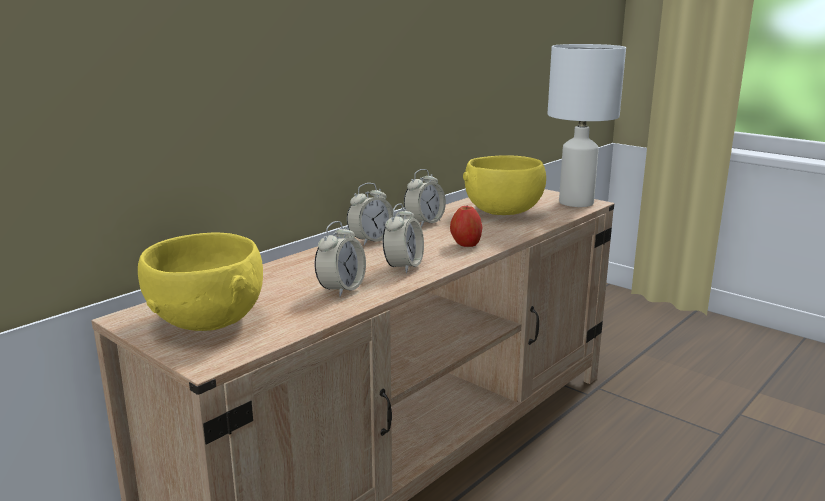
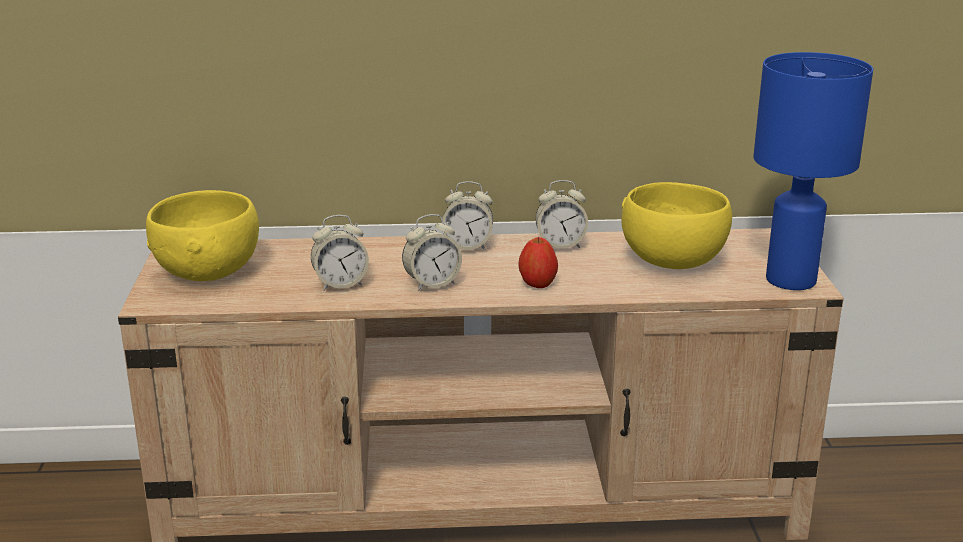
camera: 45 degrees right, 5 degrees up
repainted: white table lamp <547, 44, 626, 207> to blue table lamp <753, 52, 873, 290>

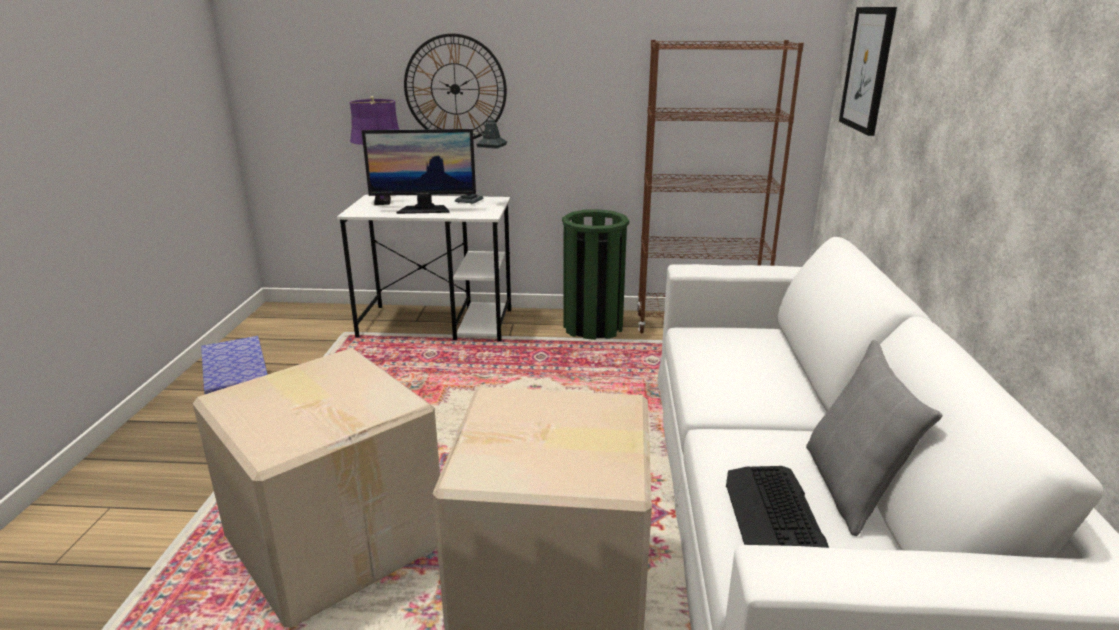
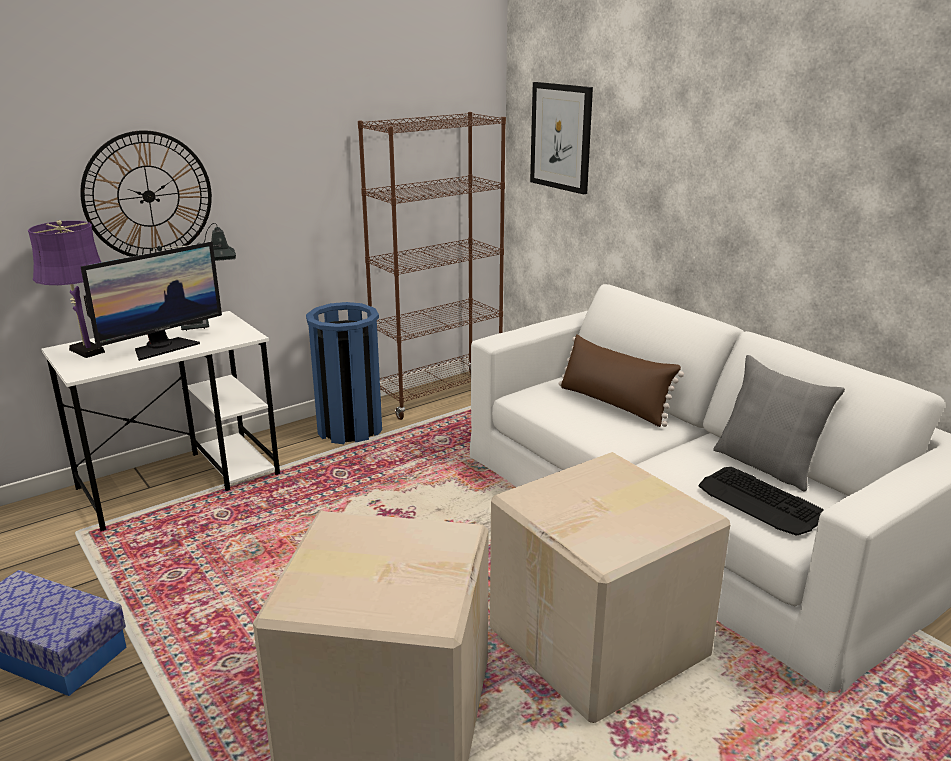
camera: 40 degrees left, 0 degrees up
new: brown pillow <559, 334, 684, 427>
repainted: green trash can <562, 209, 629, 340> to blue trash can <306, 302, 382, 444>

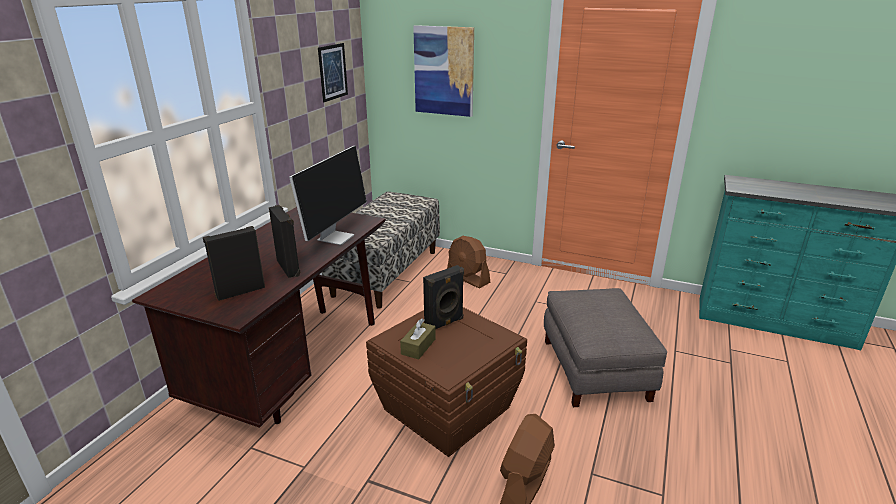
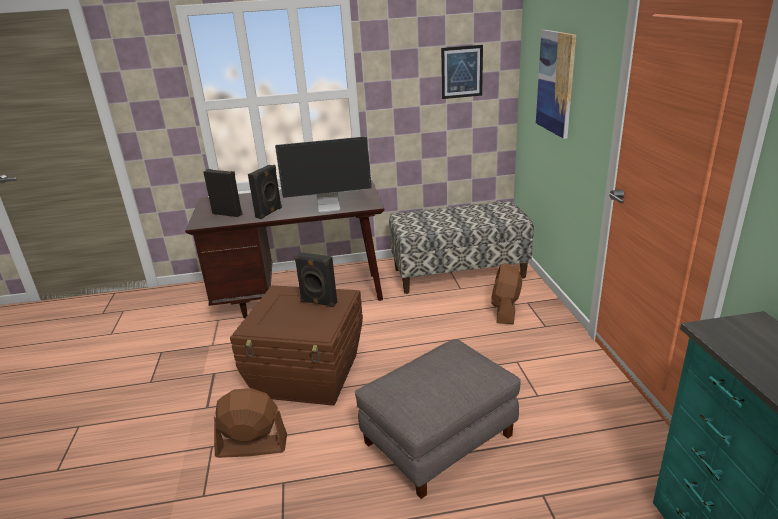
camera: 60 degrees right, 0 degrees up
gone: brown tissue box <400, 319, 436, 360>

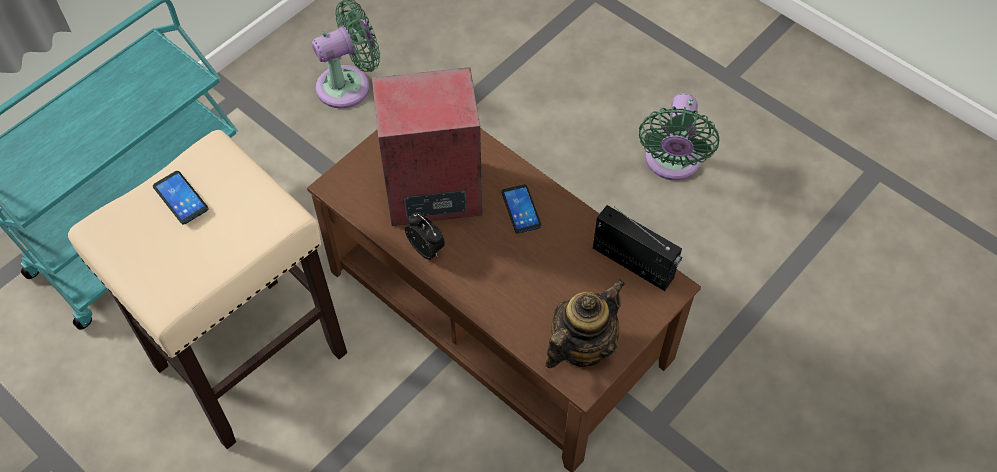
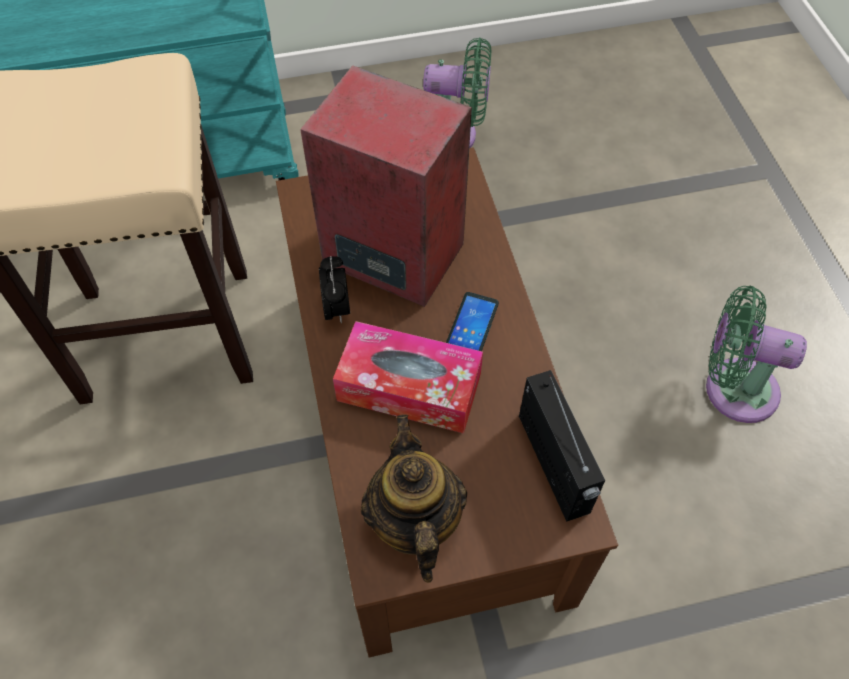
camera: 35 degrees right, 0 degrees up
gone: phone <153, 171, 209, 225>
new: tissue box <333, 321, 483, 433>
rotated: teapot <545, 279, 625, 368> = <361, 415, 467, 583> 90 degrees counterclockwise; green fan <639, 93, 720, 181> = <706, 286, 807, 423> 60 degrees clockwise

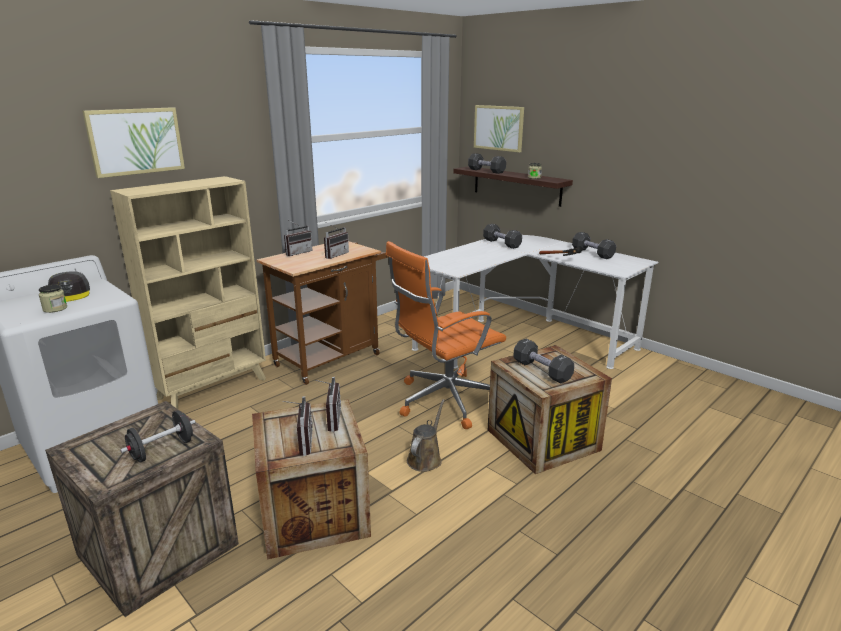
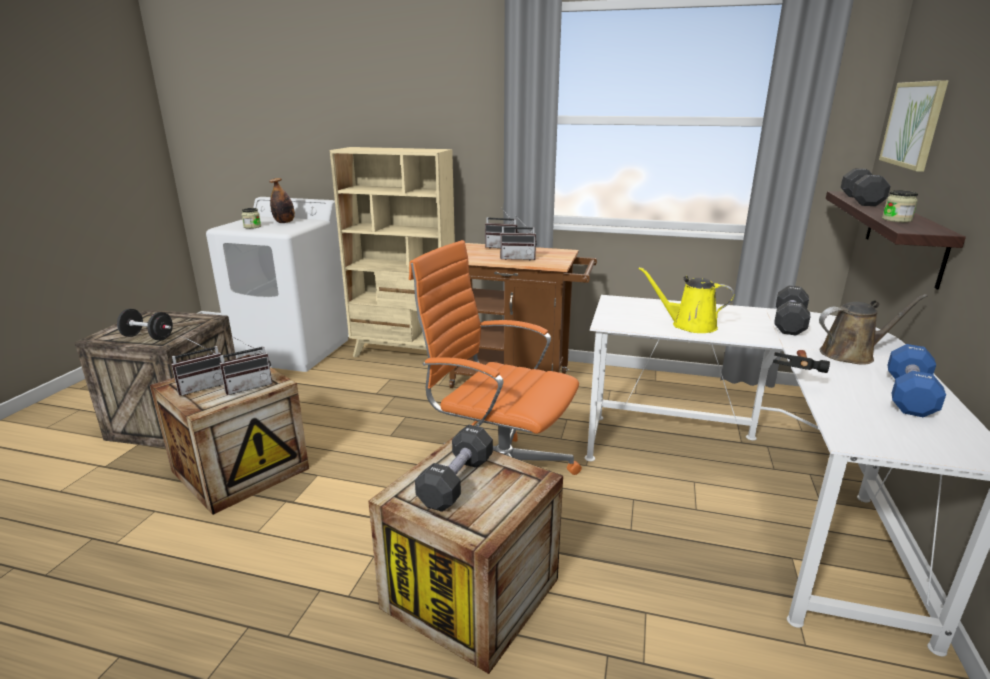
camera: 60 degrees right, 0 degrees up
gone: picture <83, 107, 185, 178>
new: yellow watering can <639, 267, 735, 333>
shifted: brown watering can <407, 399, 445, 472> to <819, 294, 928, 365>
swapped: grey cap <48, 271, 90, 302> to bottle <269, 178, 295, 223>
repainted: black dumbbell <572, 232, 616, 259> to blue dumbbell <888, 344, 946, 417>

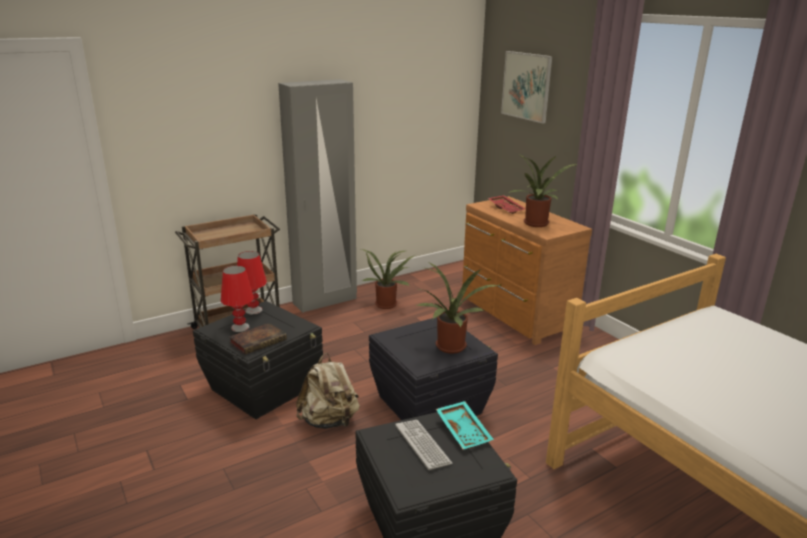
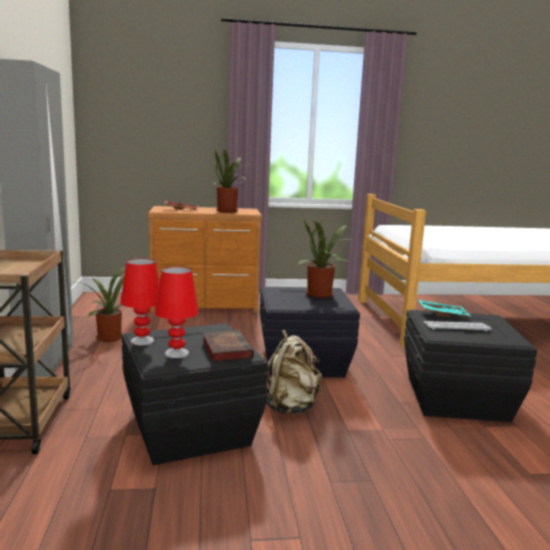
camera: 65 degrees left, 10 degrees down
gone: picture <501, 51, 552, 123>

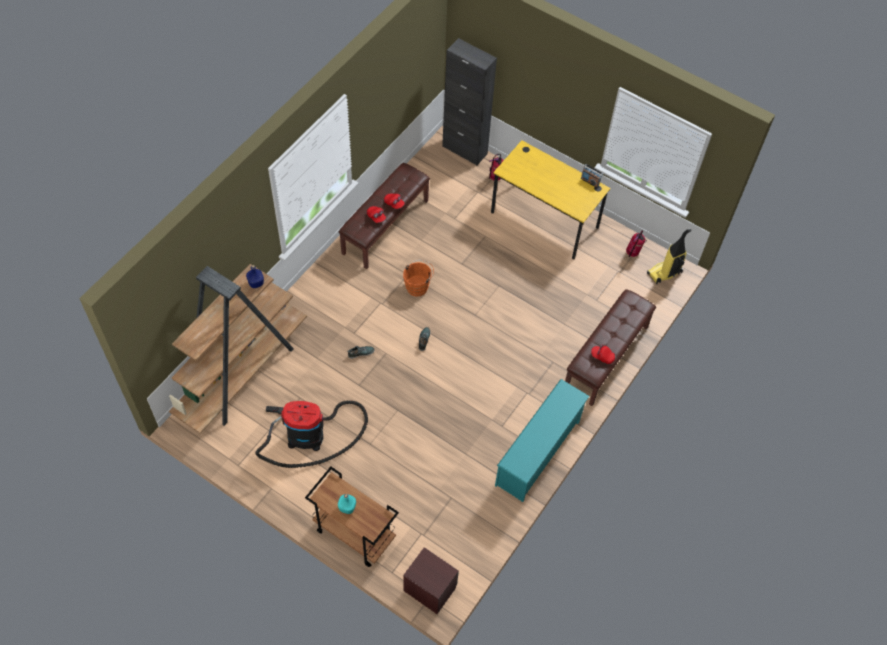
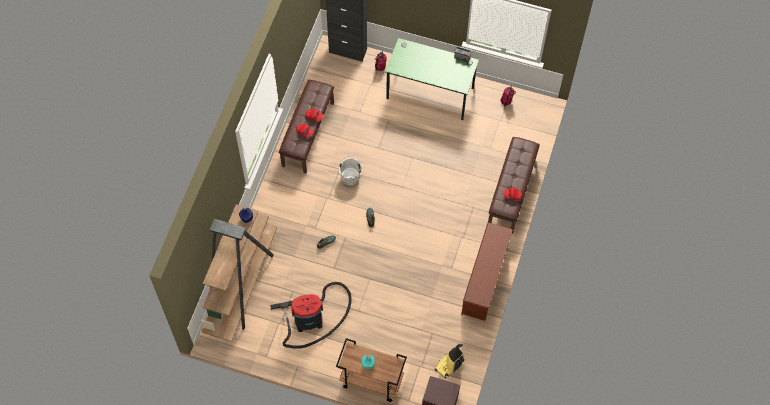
camera: 15 degrees left, 5 degrees up
shifted: vacuum cleaner <647, 229, 691, 284> to <435, 344, 464, 379>
repainted: orange bucket <403, 260, 434, 297> to white bucket <339, 156, 363, 185>; yellow desk <491, 140, 611, 259> to green desk <385, 38, 479, 120>; turquoise shoe rack <495, 379, 589, 502> to brown shoe rack <461, 222, 513, 321>

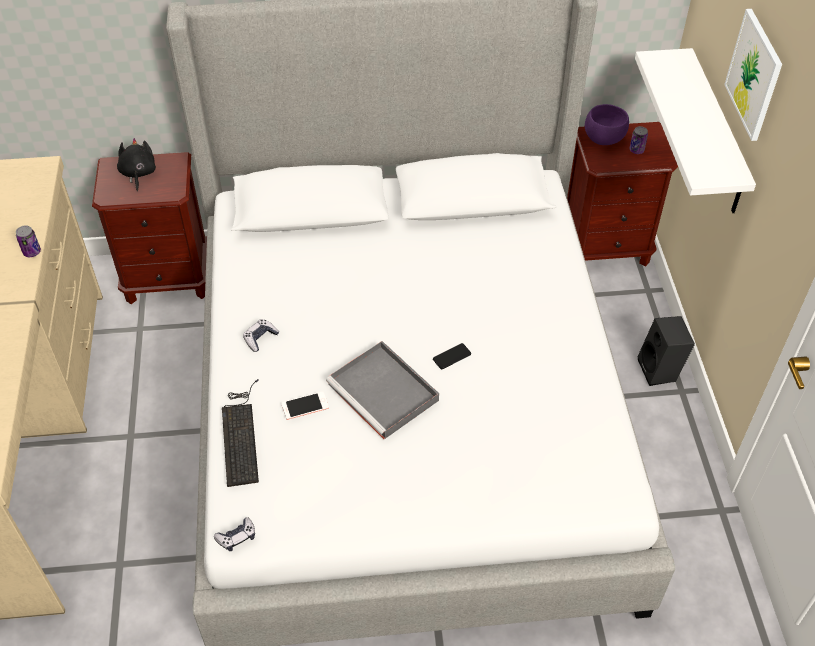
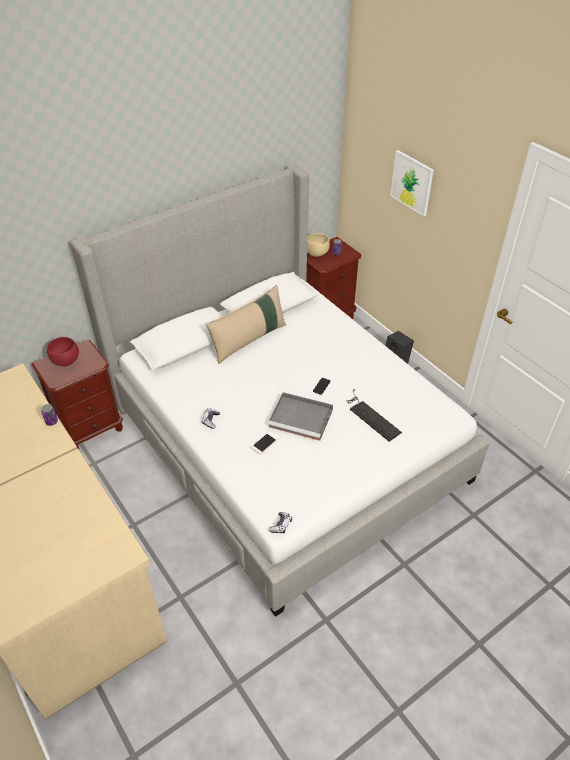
camera: 30 degrees left, 5 degrees down
gone: white shelf <635, 48, 756, 213>
new: beige pillow <206, 285, 286, 364>
shifted: keyboard <222, 379, 259, 487> to <346, 389, 402, 442>
swapped: black plush toy <117, 138, 156, 191> to red bowl <47, 337, 79, 366>
repainted: purple bowl <585, 104, 629, 145> to beige bowl <307, 233, 330, 257>

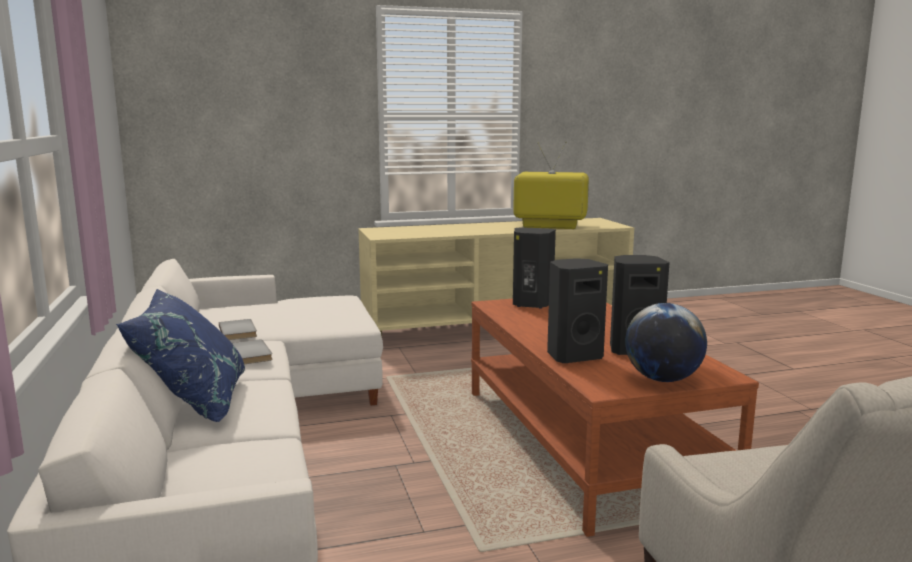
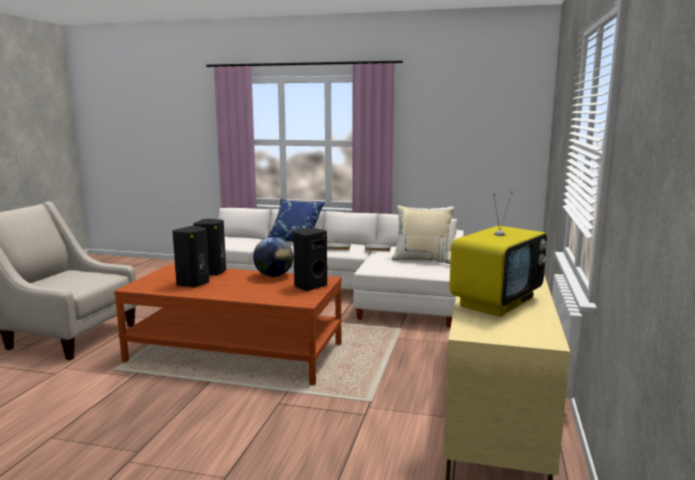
camera: 120 degrees right, 0 degrees up
new: beige pillow <392, 205, 454, 264>
shifted: globe <625, 303, 707, 382> to <253, 237, 293, 277>

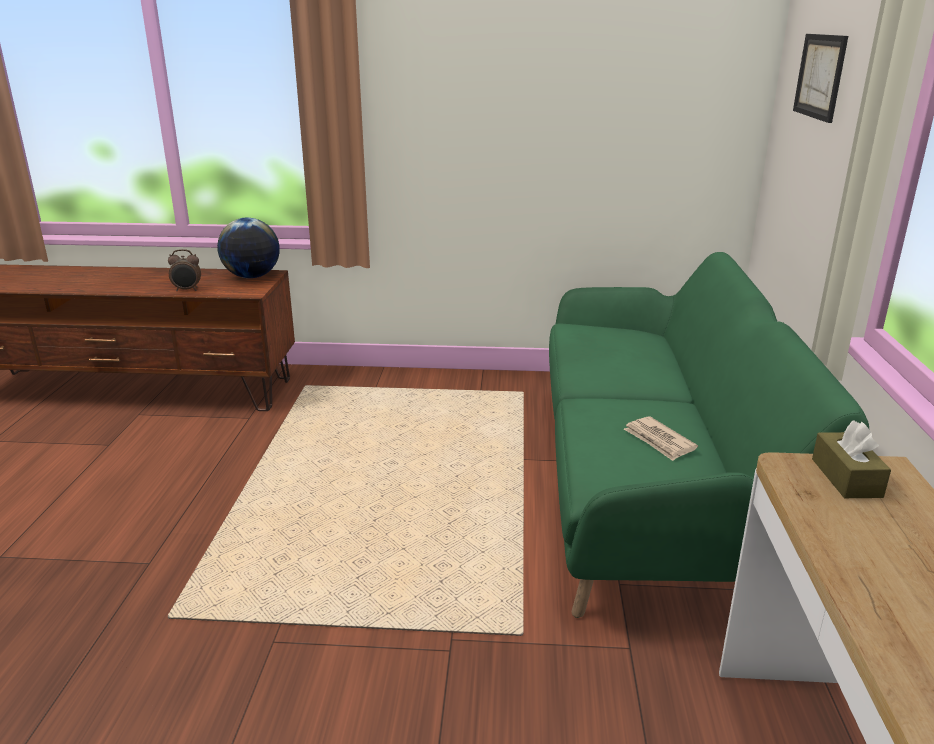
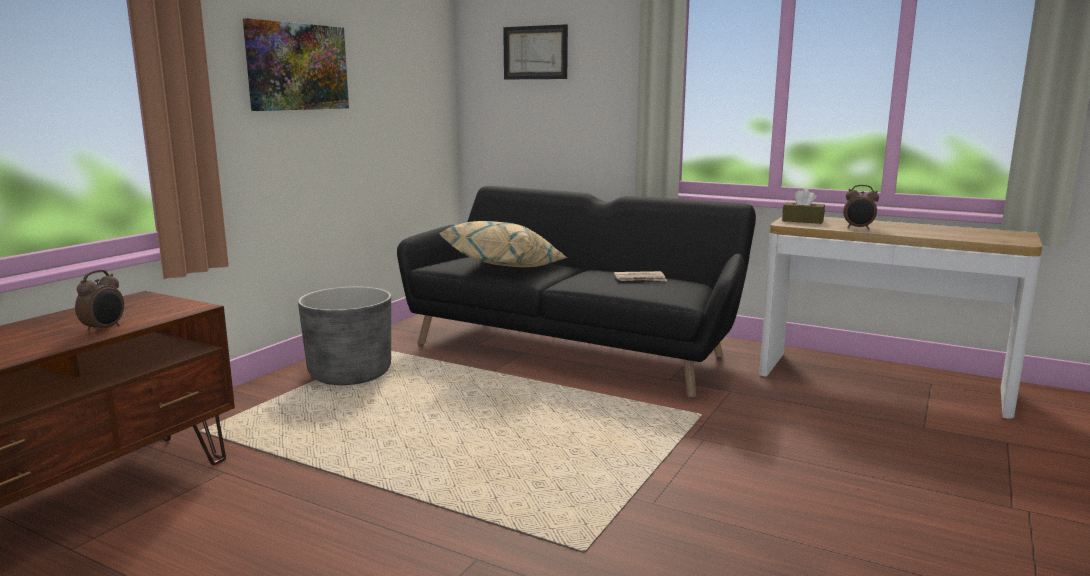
camera: 65 degrees left, 10 degrees down
gone: globe <217, 217, 279, 278>
new: picture <243, 18, 349, 111>; grey planter <298, 286, 391, 385>; beige pillow <439, 221, 568, 267>; alarm clock <843, 185, 879, 230>
repainted: green sofa <549, 252, 869, 618> to black sofa <397, 186, 756, 398>

